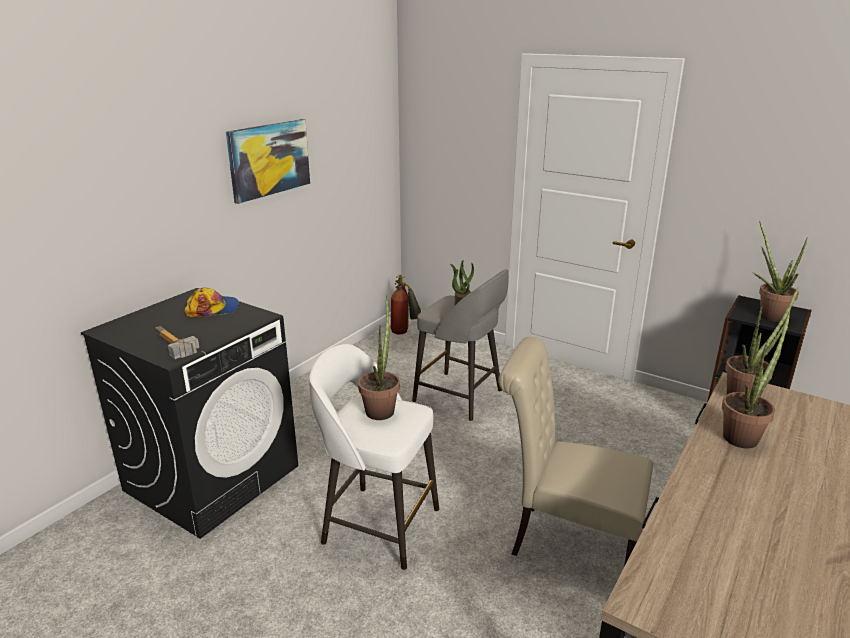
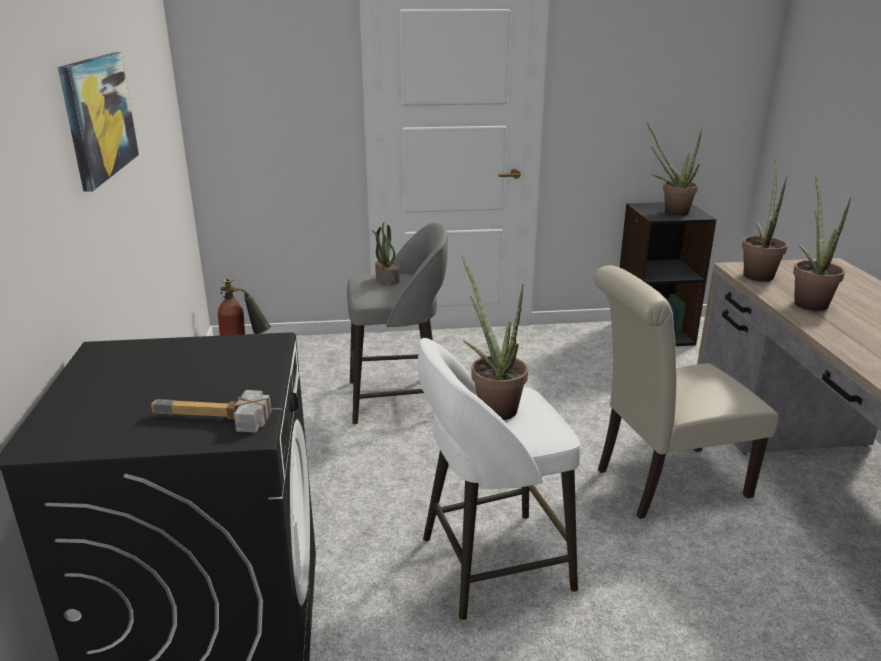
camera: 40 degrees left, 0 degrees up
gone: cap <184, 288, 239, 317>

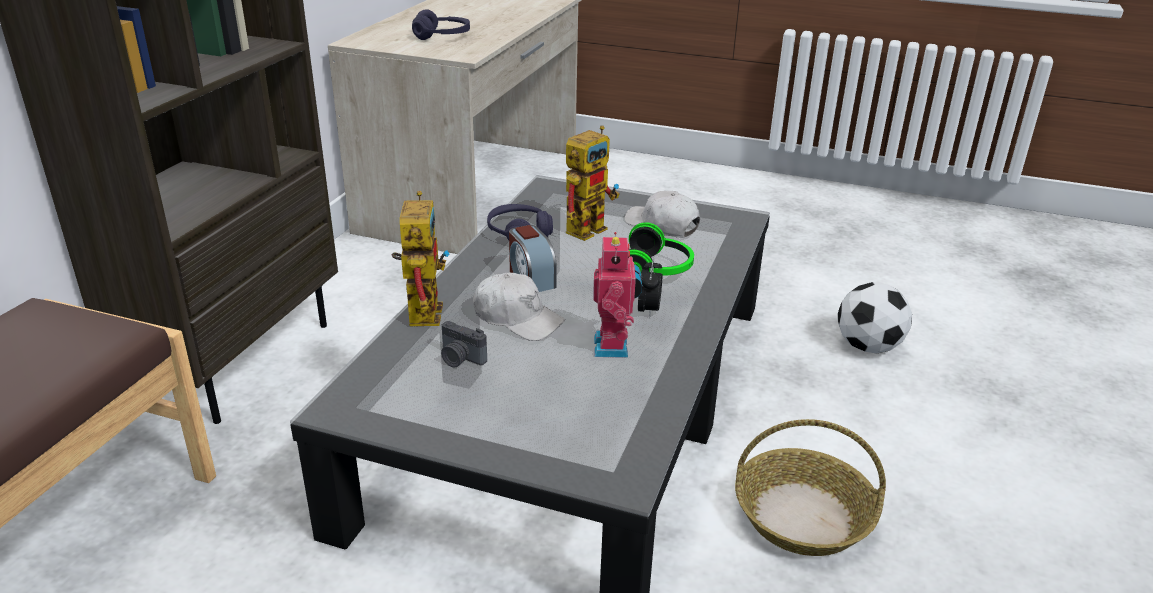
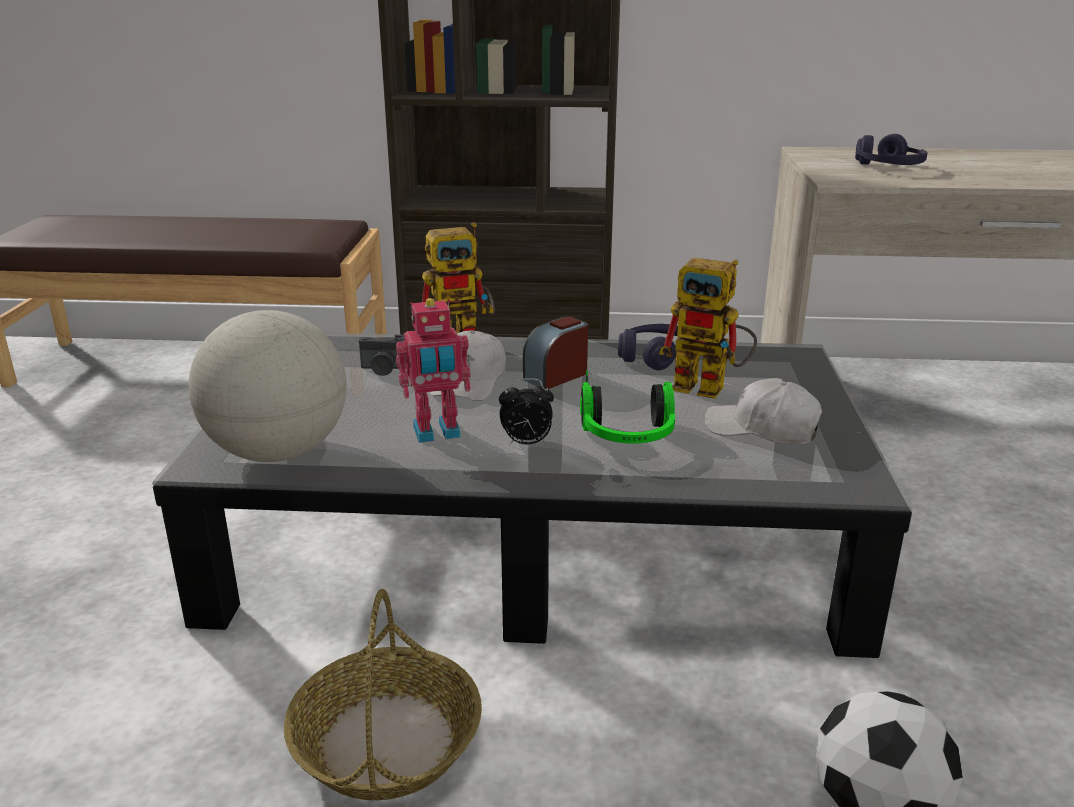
camera: 75 degrees right, 5 degrees down
new: globe <189, 310, 347, 462>
rotated: photo camera <441, 321, 487, 368> = <359, 335, 406, 376> 105 degrees counterclockwise; white cap <624, 191, 700, 238> = <705, 378, 822, 444> 90 degrees counterclockwise

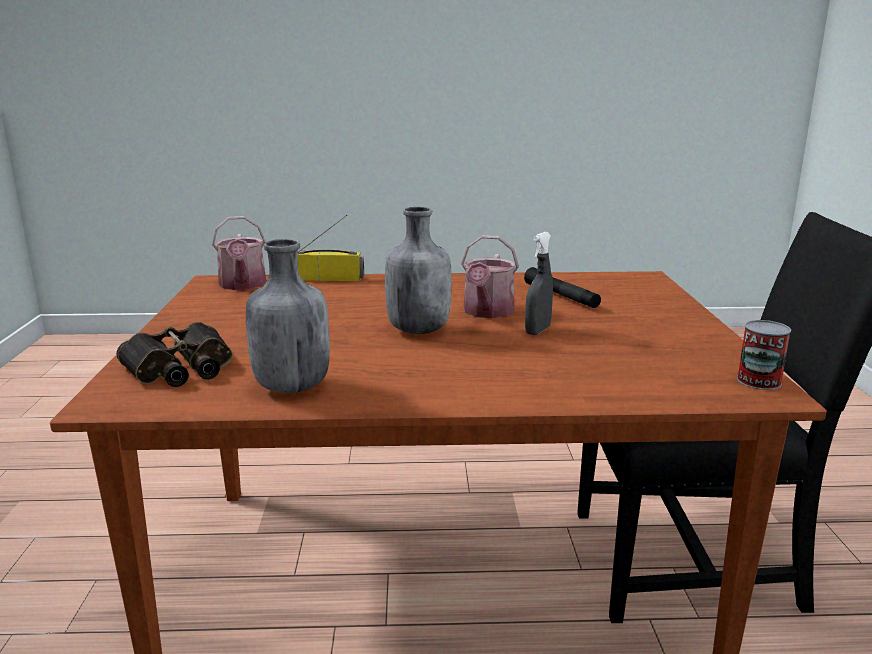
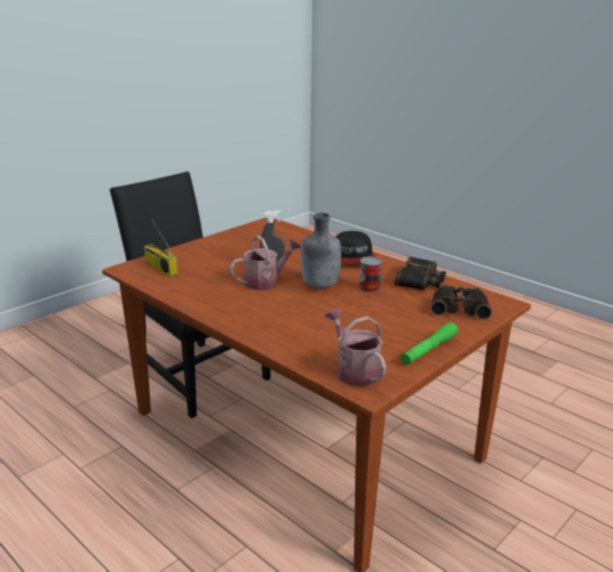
camera: 135 degrees left, 5 degrees up
gone: black flashlight <524, 267, 601, 308>
new: cap <336, 231, 375, 263>; green flashlight <401, 322, 458, 365>
shifted: radio <297, 215, 364, 281> to <144, 220, 178, 276>; can <737, 320, 791, 390> to <359, 257, 382, 293>
swapped: grey bottle <246, 239, 330, 393> to binoculars <395, 256, 446, 290>
rotated: watering can <212, 216, 266, 290> = <325, 309, 386, 387> 60 degrees counterclockwise

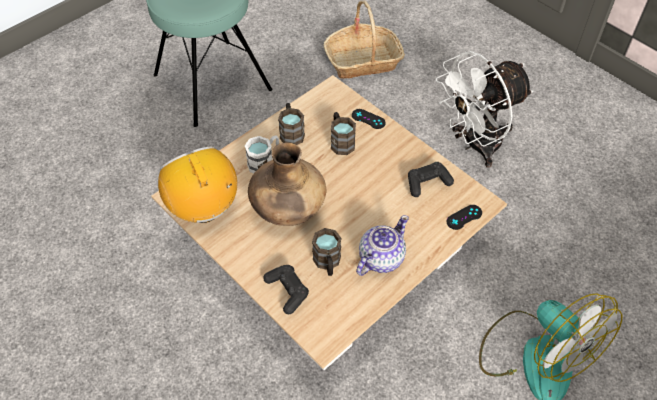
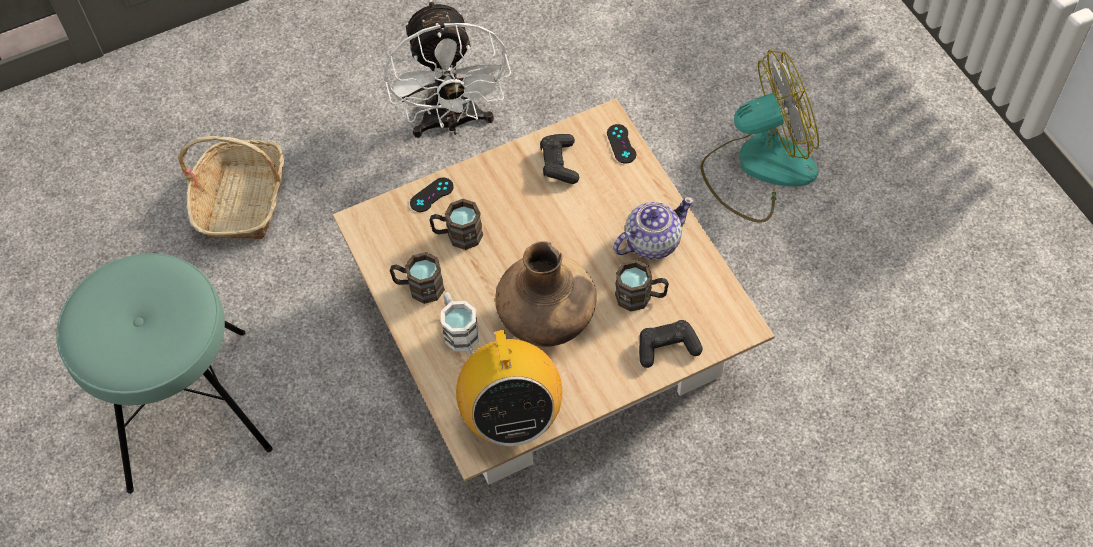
camera: 70 degrees left, 5 degrees up
rotated: radio <158, 147, 237, 223> = <456, 329, 562, 446> 90 degrees counterclockwise; teapot <356, 215, 409, 276> = <613, 197, 694, 259> 90 degrees clockwise

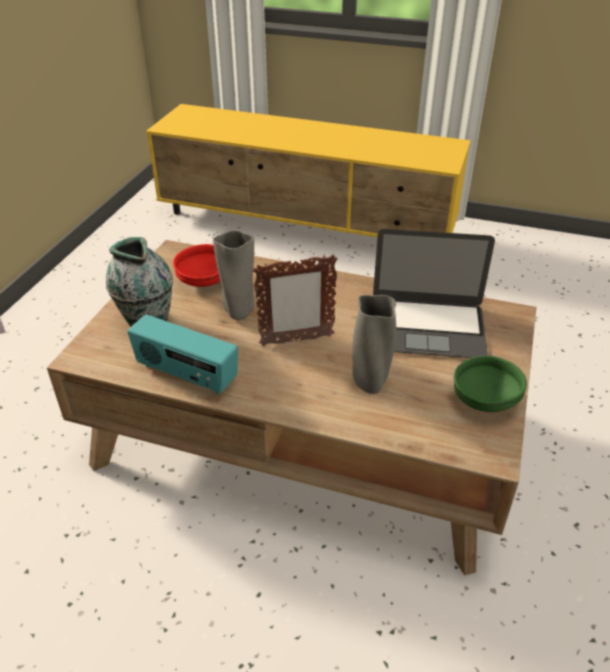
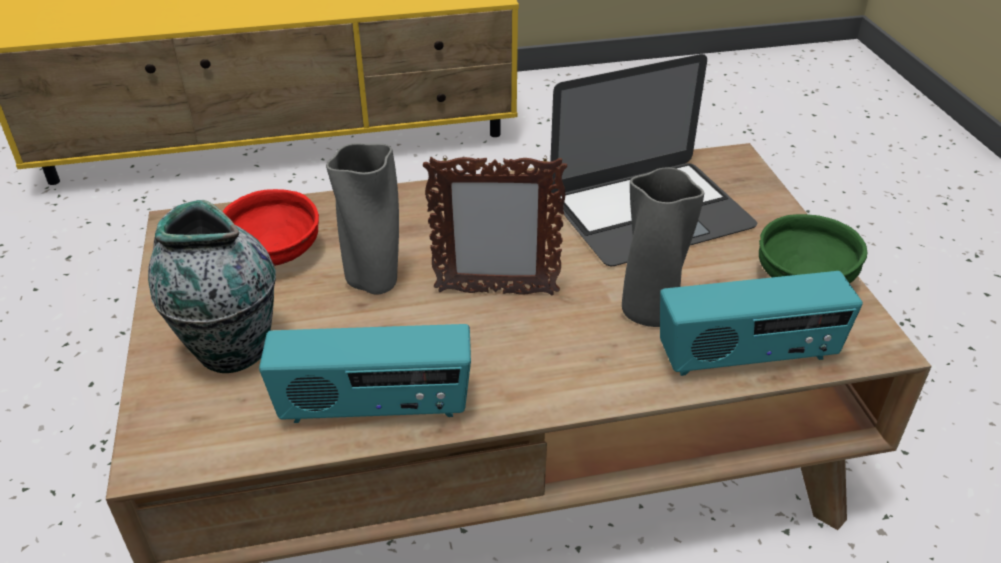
camera: 30 degrees left, 0 degrees up
new: radio <660, 271, 863, 376>
rotated: picture frame <253, 254, 338, 346> = <423, 155, 567, 295> 45 degrees clockwise

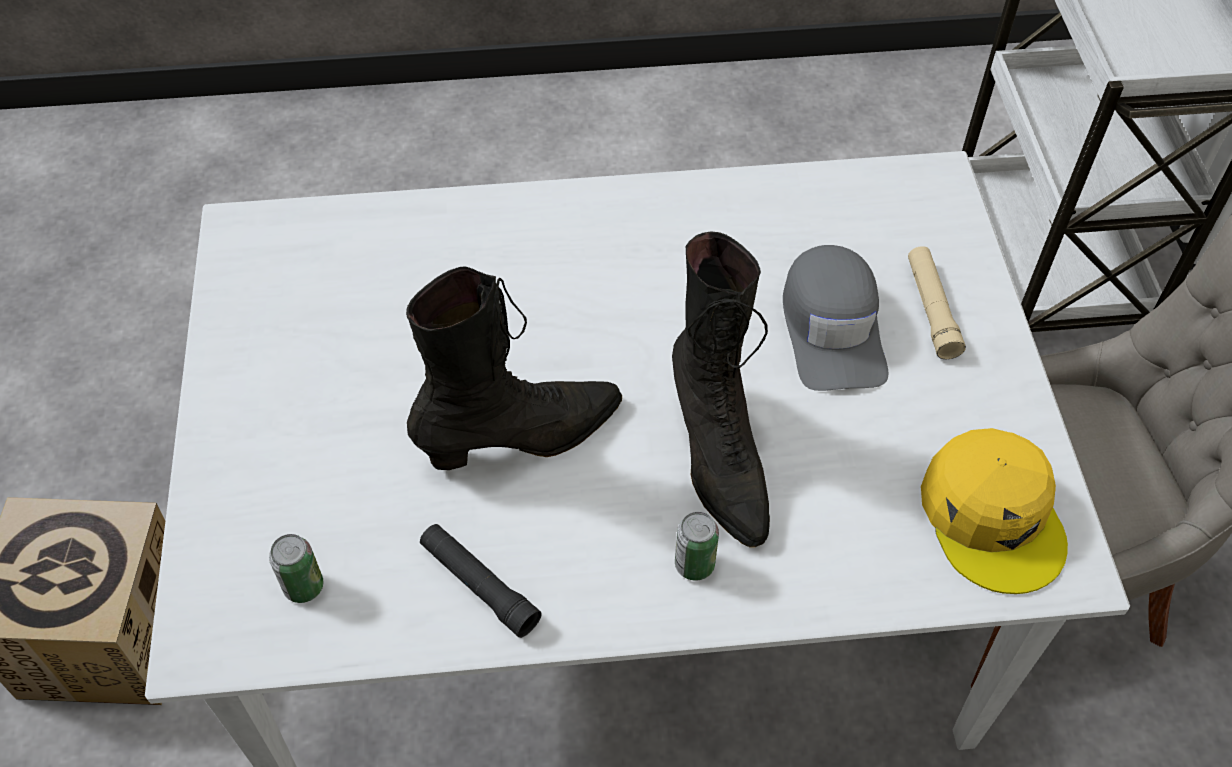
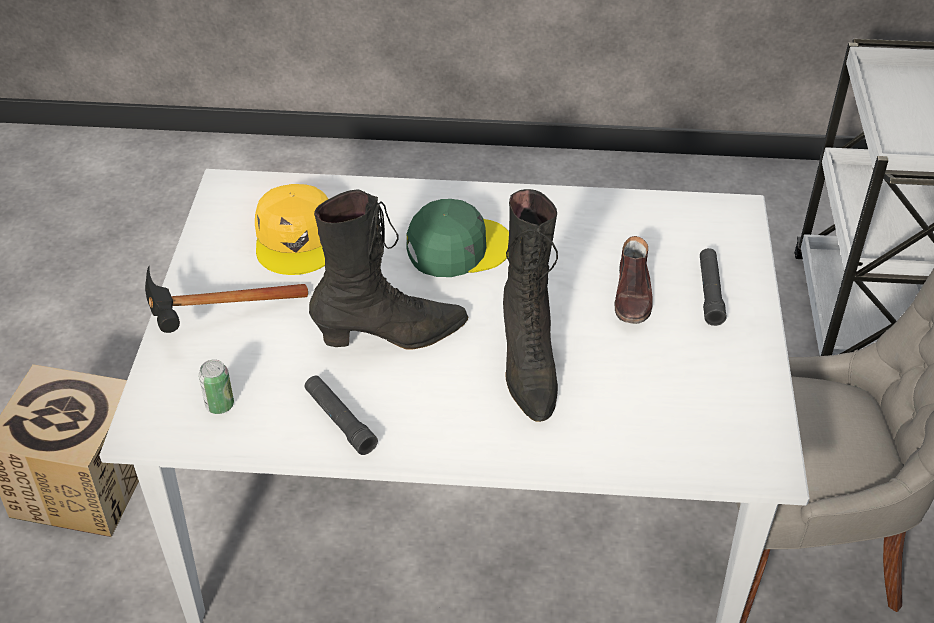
camera: 10 degrees right, 10 degrees down
gone: can <675, 512, 719, 581>
new: hammer <145, 266, 308, 333>; green cap <406, 199, 509, 277>
shifted: yellow cap <921, 428, 1068, 594> to <255, 184, 328, 275>
swapped: grey cap <783, 245, 889, 391> to brown shoe <615, 236, 652, 324>
repainted: beige flashlight <908, 246, 966, 359> to black flashlight <700, 248, 727, 326>

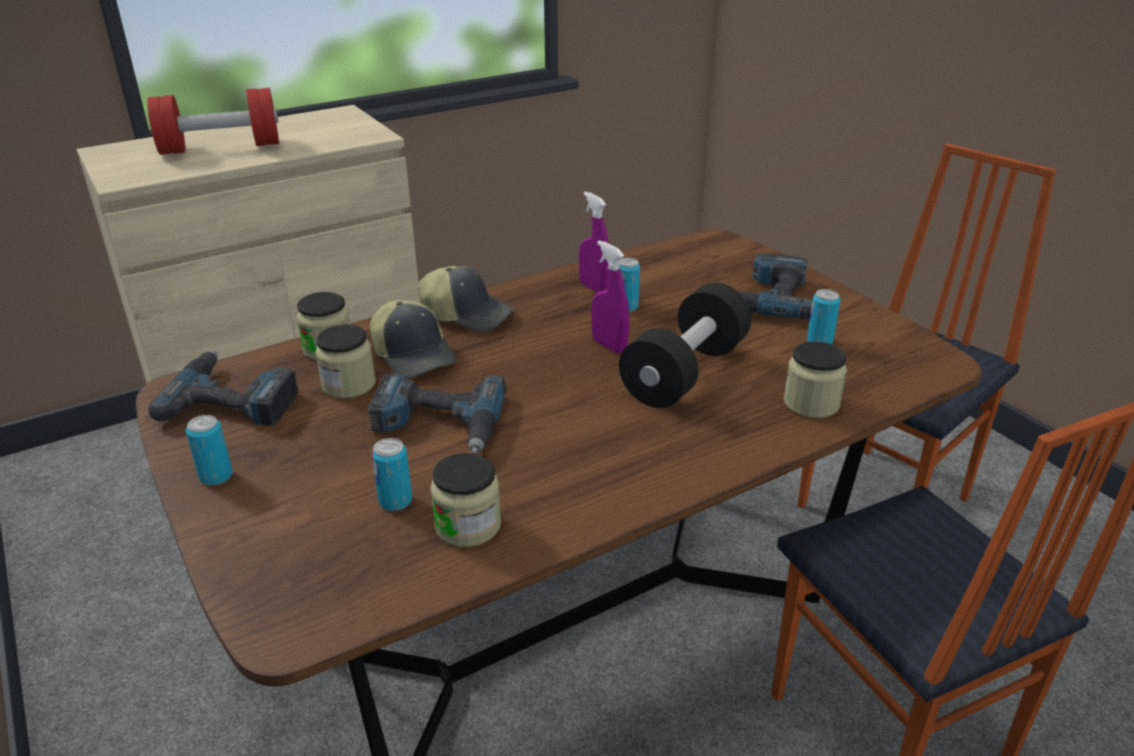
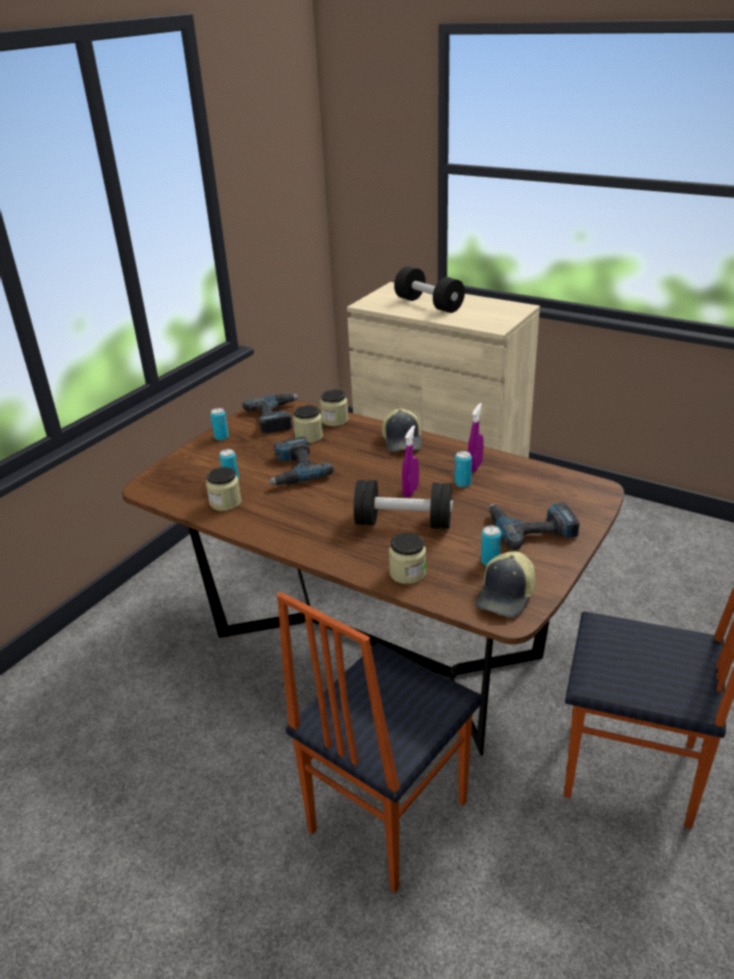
camera: 65 degrees right, 0 degrees up
shifted: cap <369, 300, 456, 379> to <475, 551, 535, 618>
repainted: red dumbbell <147, 88, 279, 155> to black dumbbell <394, 266, 465, 313>

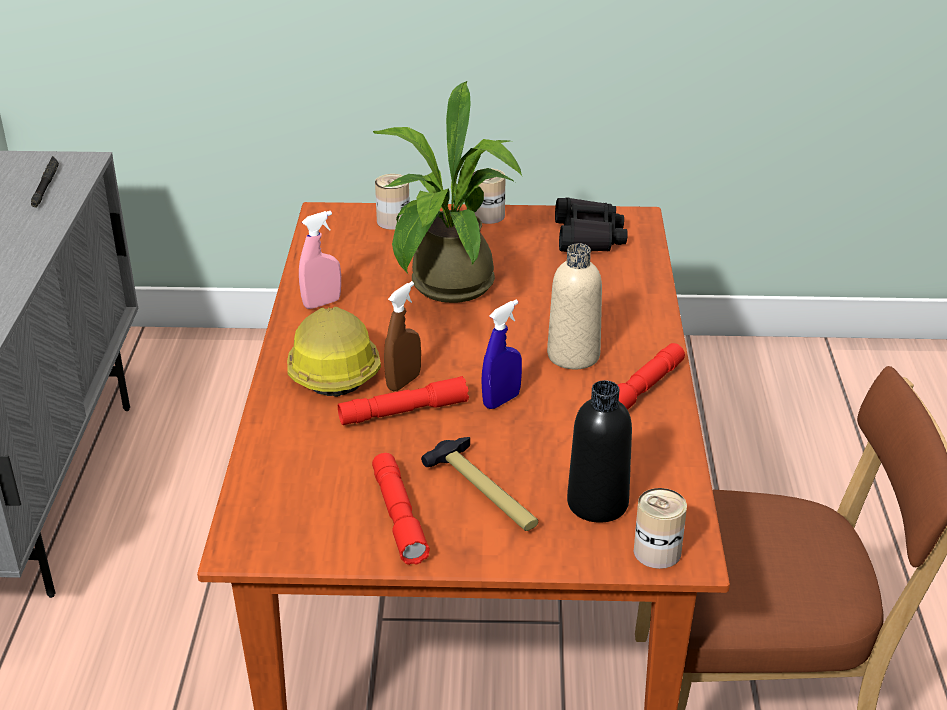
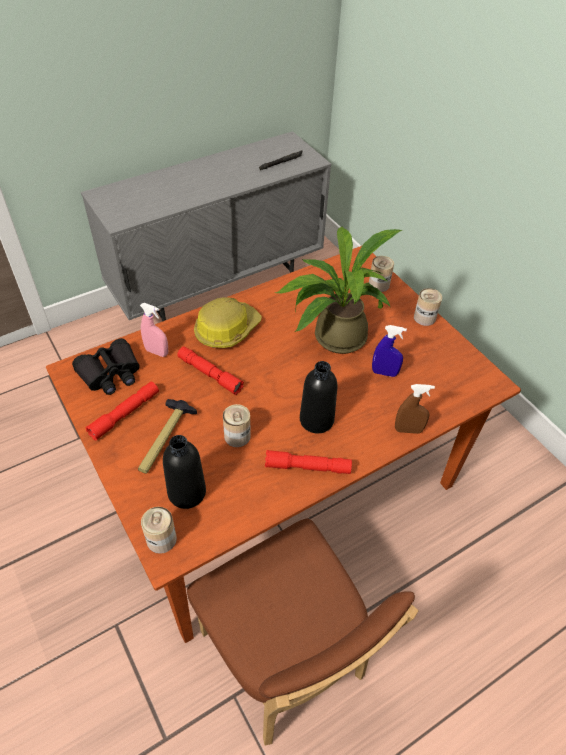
camera: 55 degrees right, 15 degrees up
new: can <223, 404, 251, 447>
shifted: black binoculars <555, 197, 628, 252> to <72, 338, 140, 395>; pink spray bottle <299, 211, 341, 309> to <140, 303, 168, 357>; blue spray bottle <481, 300, 522, 409> to <372, 325, 407, 377>; brown spray bottle <384, 281, 421, 391> to <395, 384, 435, 434>
repainted: beige bottle <547, 243, 602, 369> to black bottle <300, 361, 337, 433>

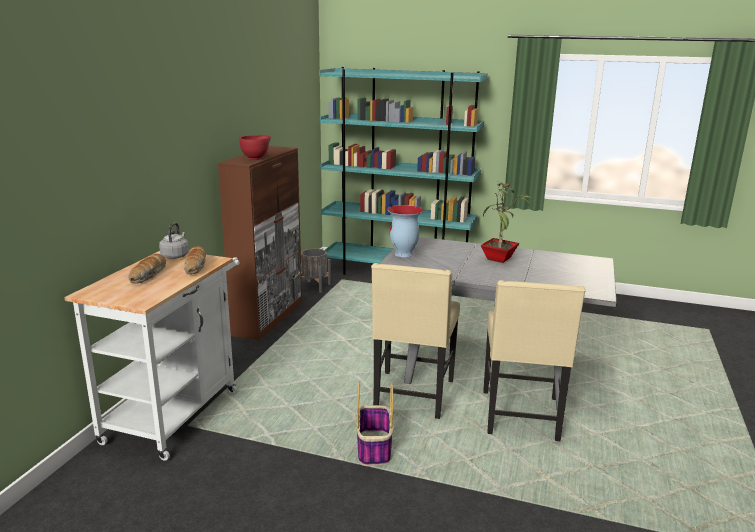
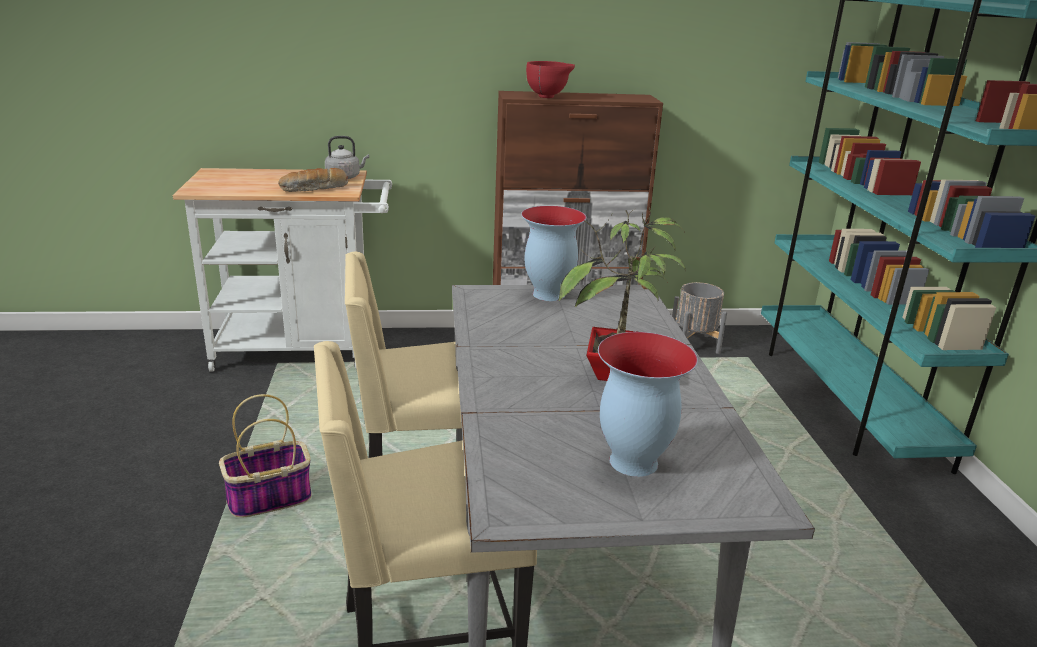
camera: 65 degrees right, 5 degrees up
gone: bread <128, 254, 166, 283>
new: vase <598, 332, 698, 477>

